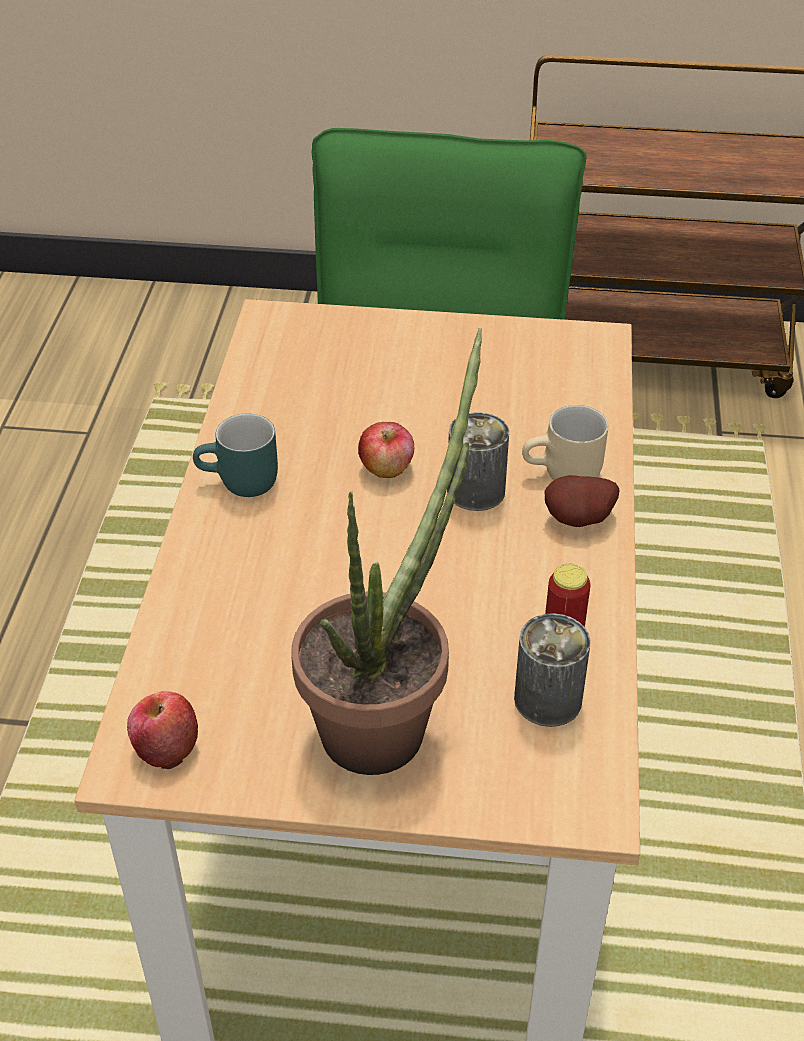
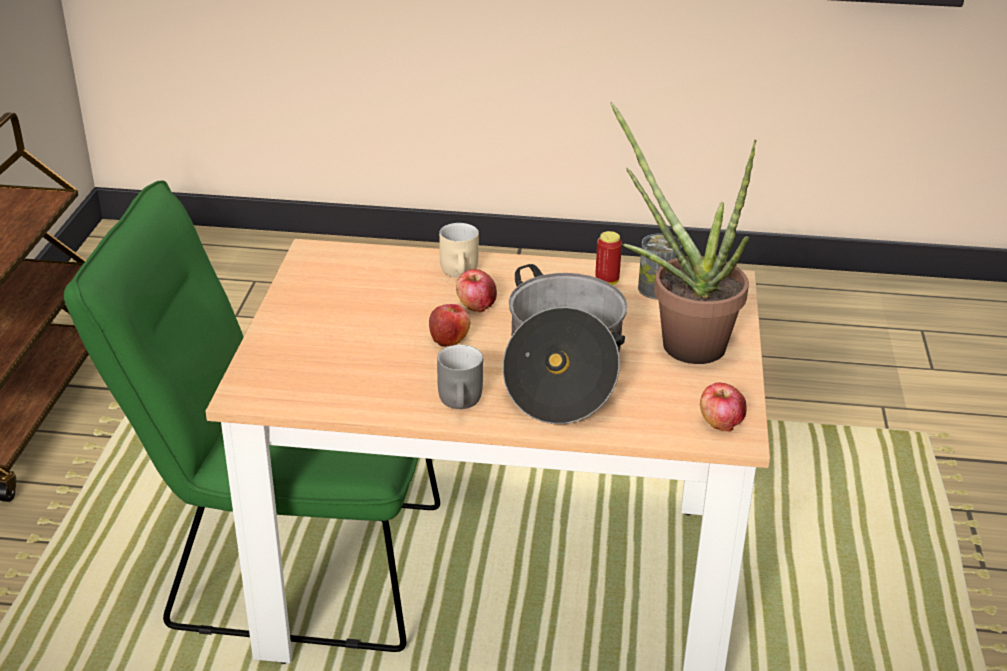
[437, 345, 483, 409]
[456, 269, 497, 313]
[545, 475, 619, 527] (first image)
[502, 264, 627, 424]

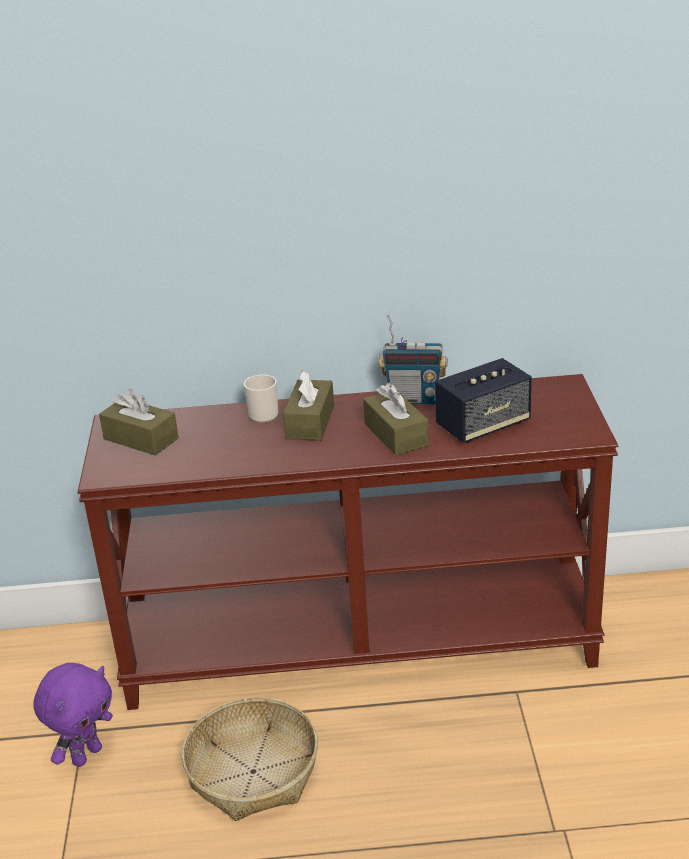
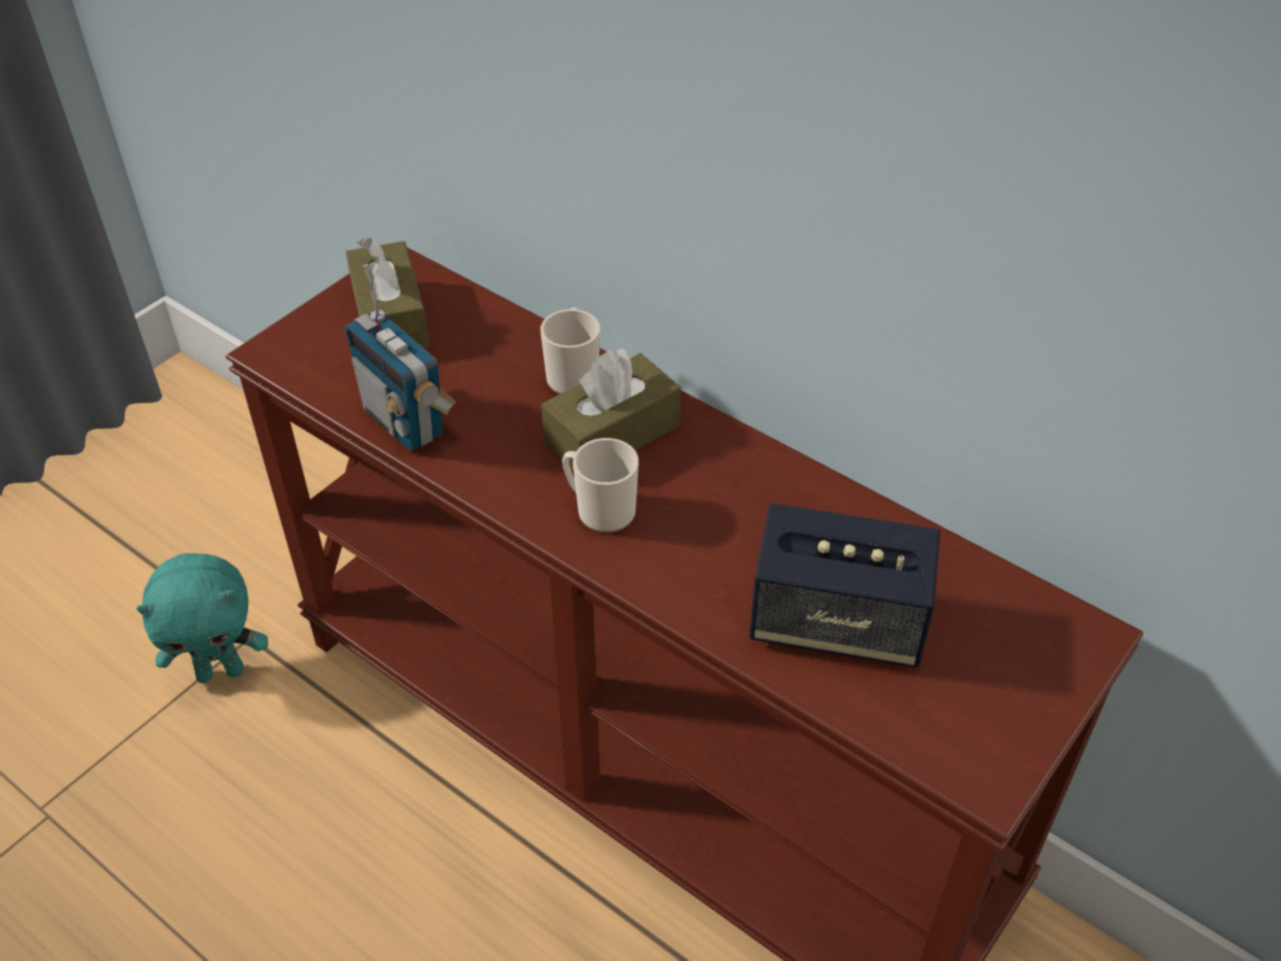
[136, 553, 268, 683]
[182, 697, 318, 821] (first image)
[363, 383, 429, 456] (first image)
[344, 264, 456, 451]
[562, 438, 639, 533]

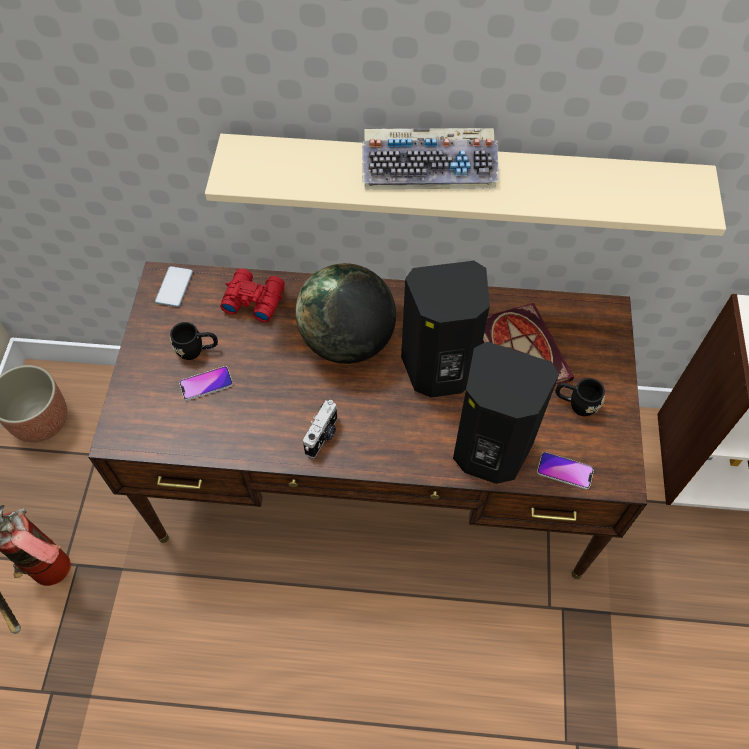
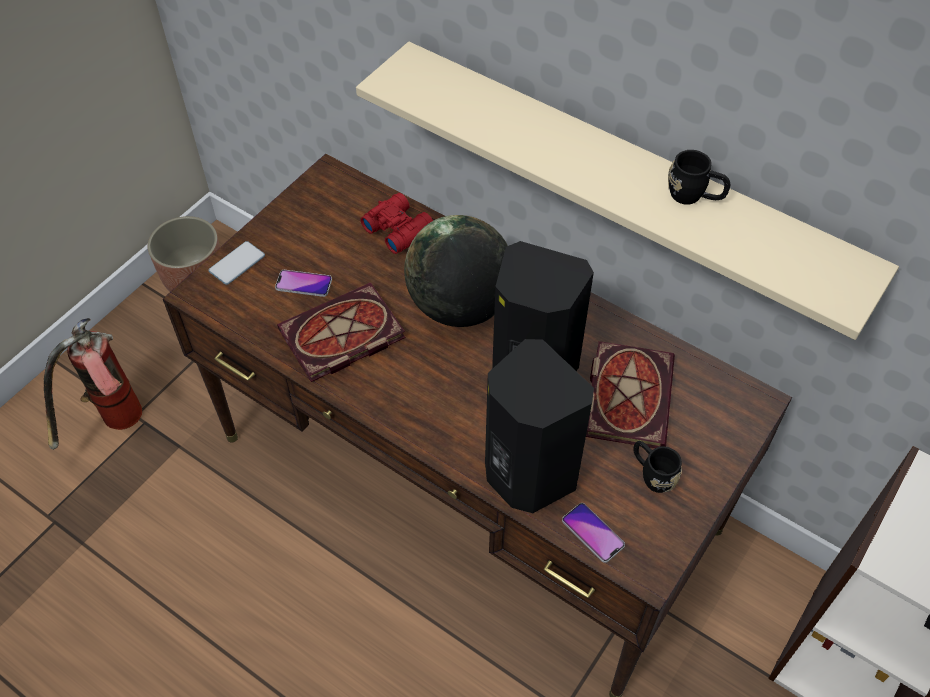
[208, 241, 265, 285]
[668, 150, 730, 205]
[303, 400, 337, 458] (first image)
[362, 128, 499, 189] (first image)
[277, 282, 405, 382]

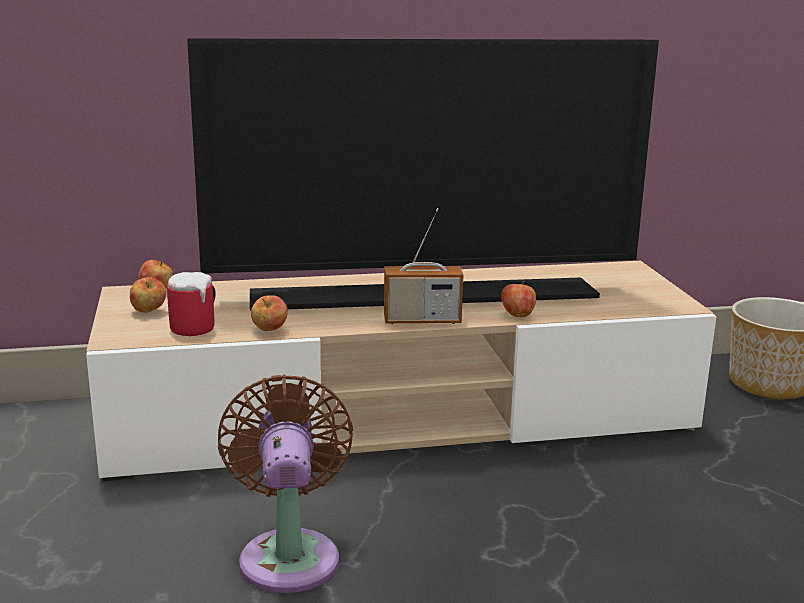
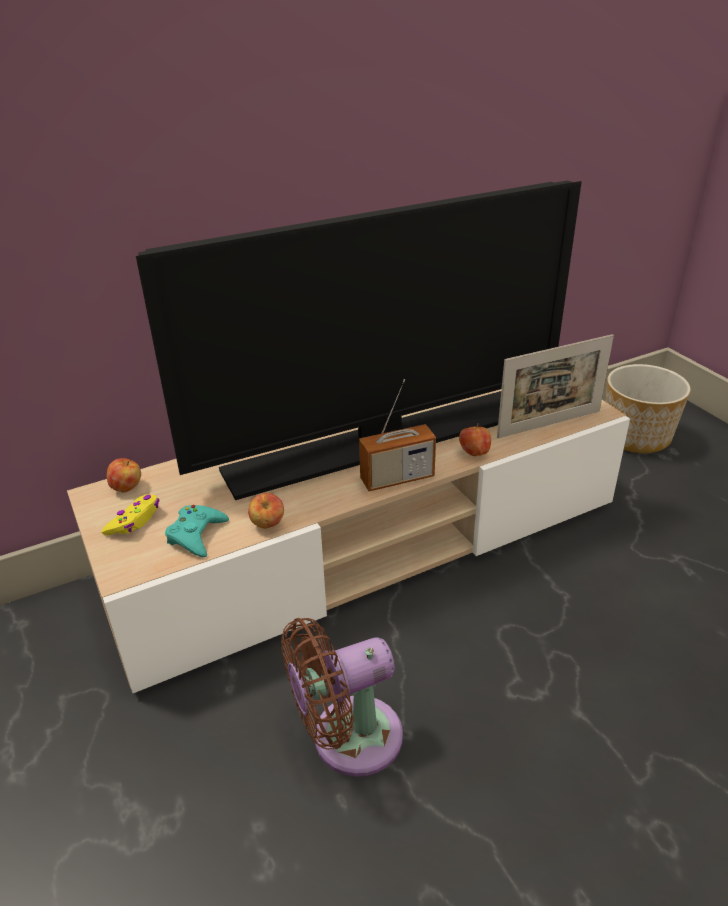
[101, 494, 159, 535]
[165, 505, 229, 557]
[281, 618, 403, 777]
[497, 334, 614, 438]

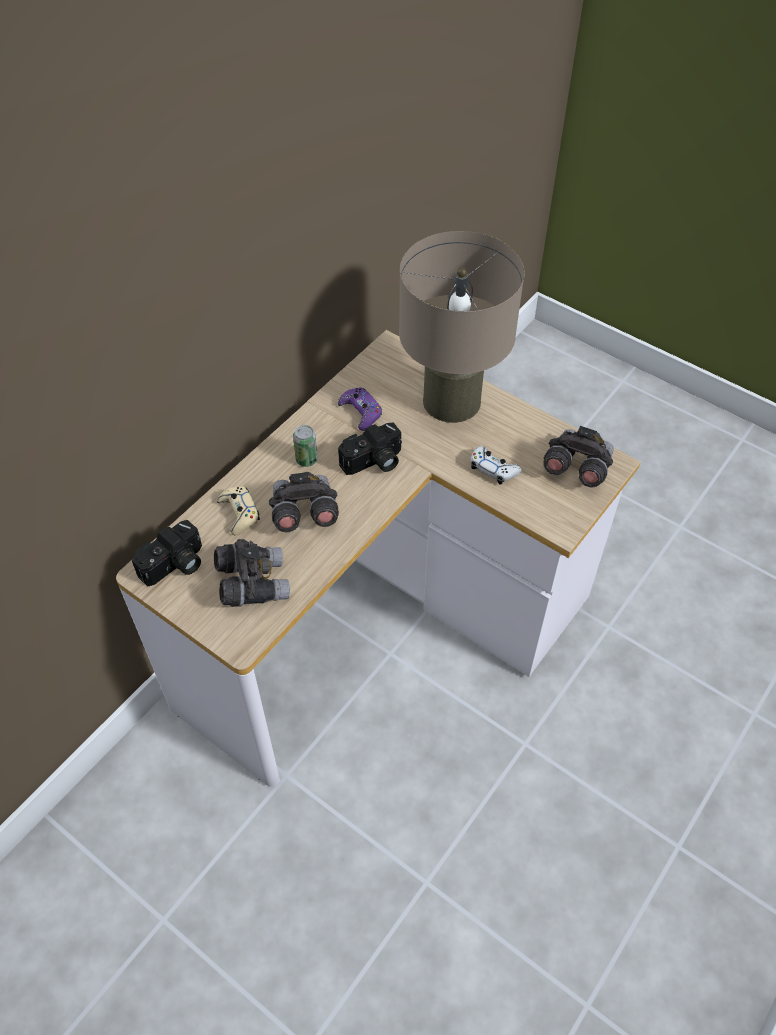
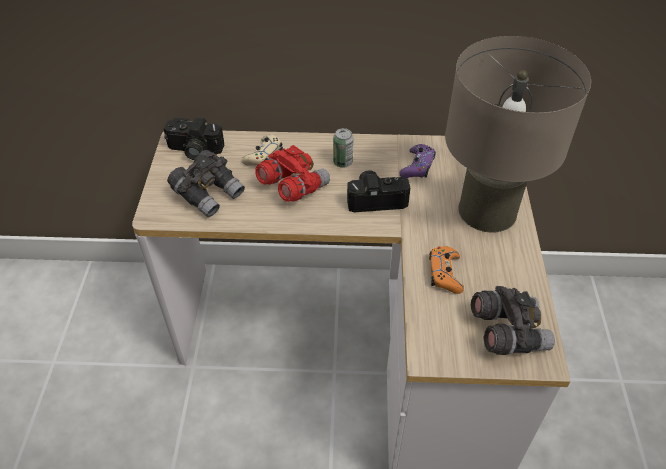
[255, 145, 330, 202]
[347, 170, 410, 212]
[429, 246, 464, 294]

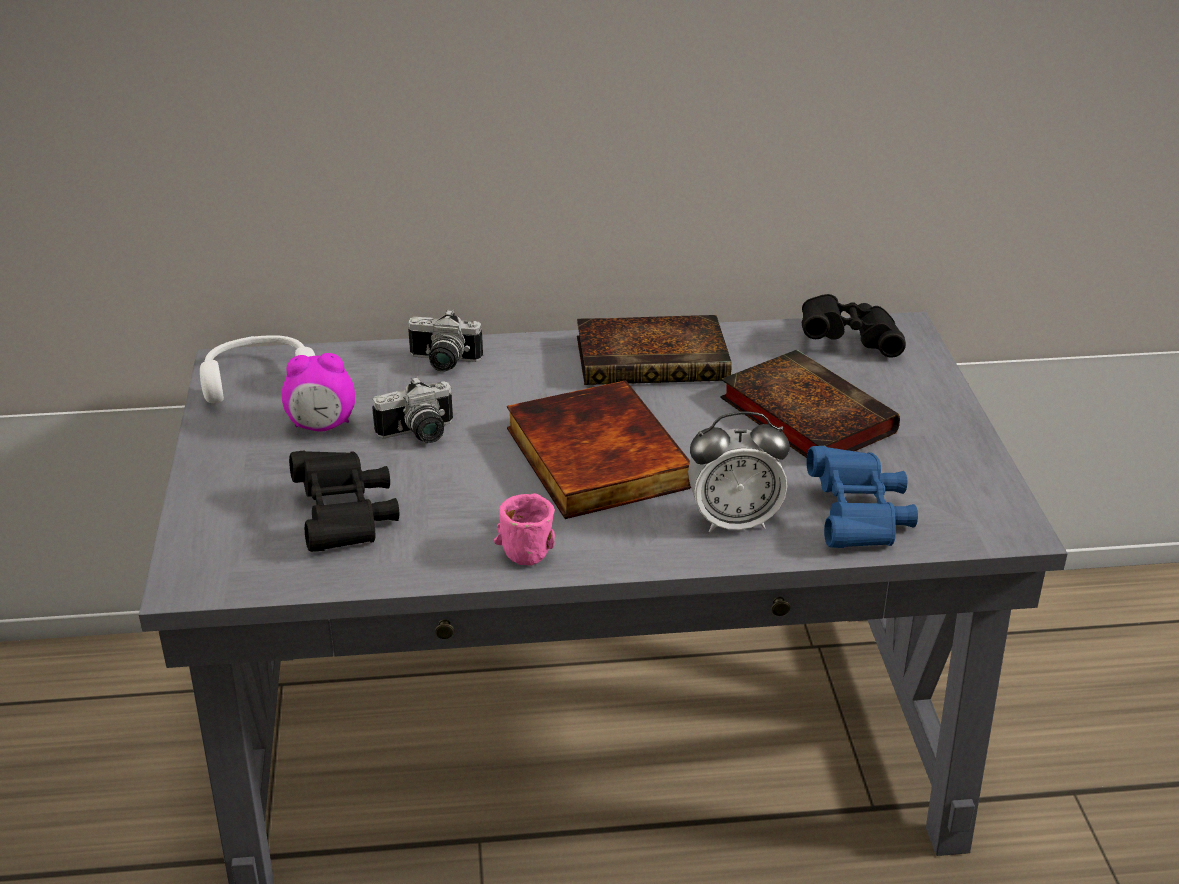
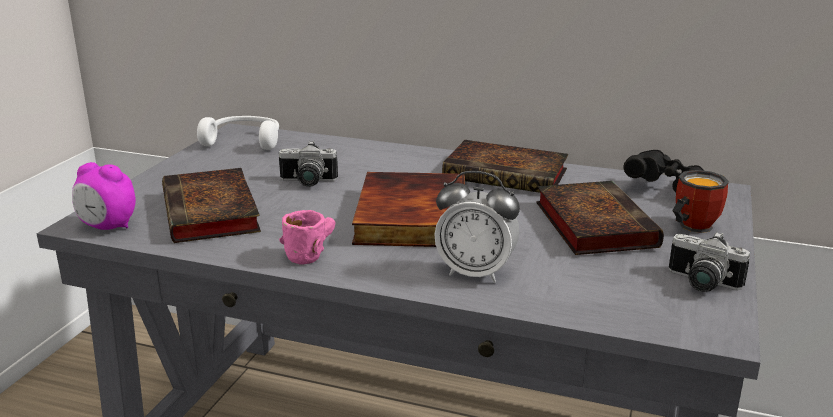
[72, 162, 136, 230]
[162, 168, 261, 243]
[669, 232, 750, 292]
[806, 446, 918, 548] (first image)
[672, 170, 729, 233]

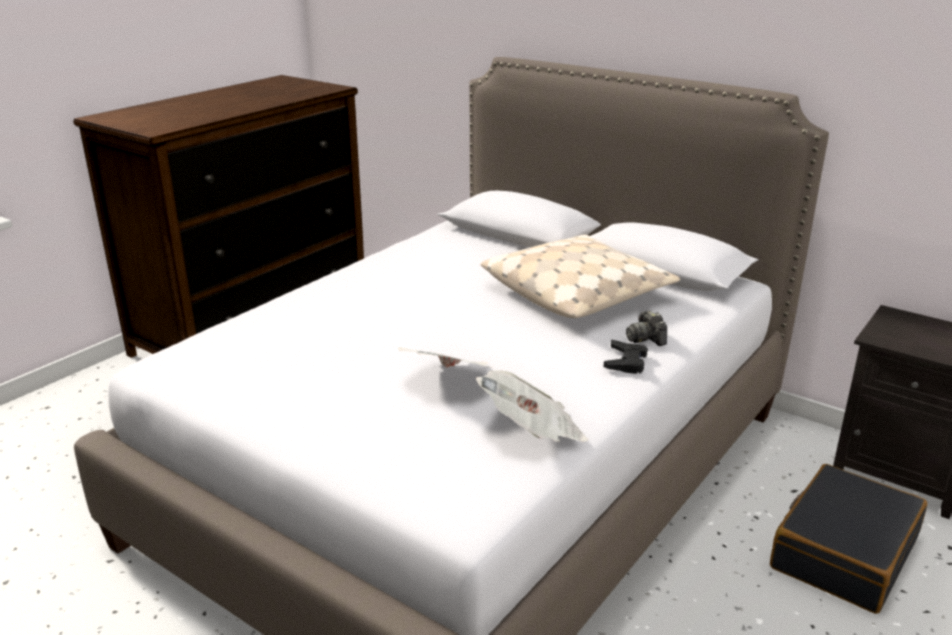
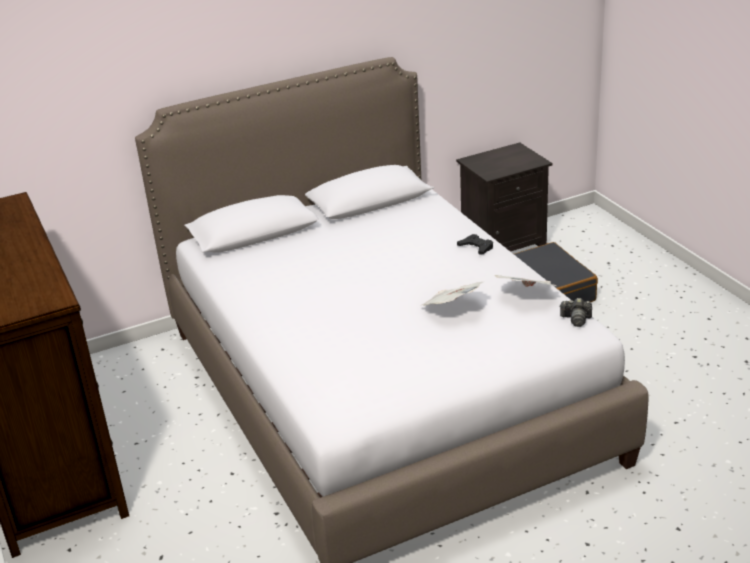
[480, 235, 680, 318] (first image)
[559, 298, 592, 327]

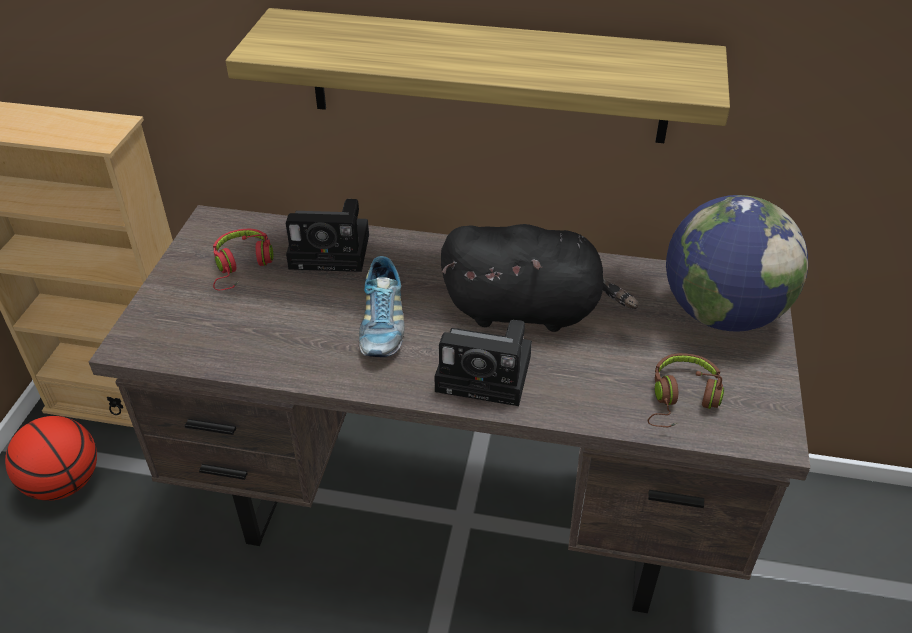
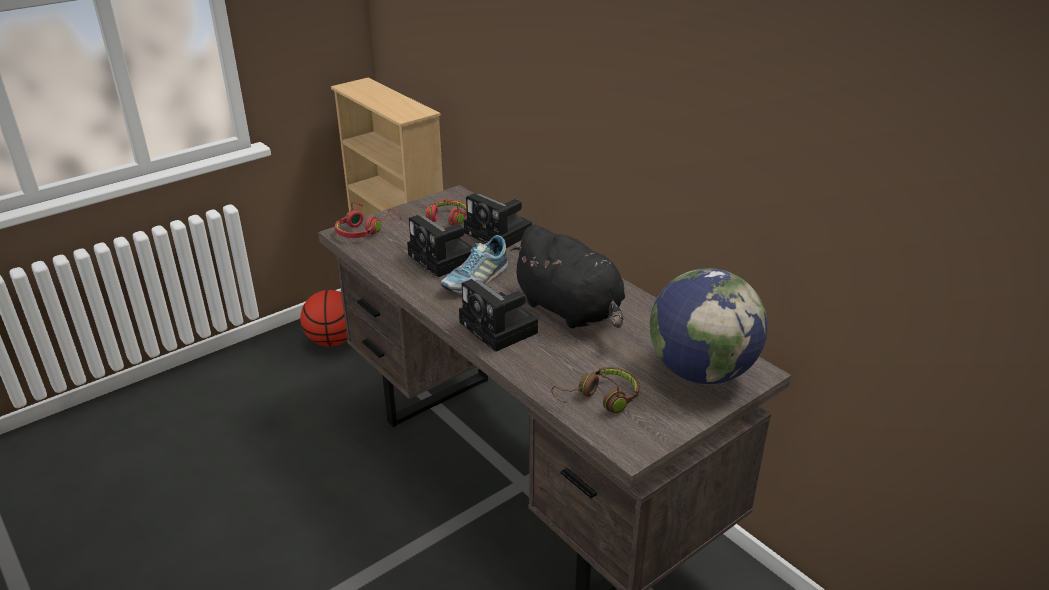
[226, 8, 730, 143] (first image)
[335, 202, 401, 238]
[407, 215, 473, 277]

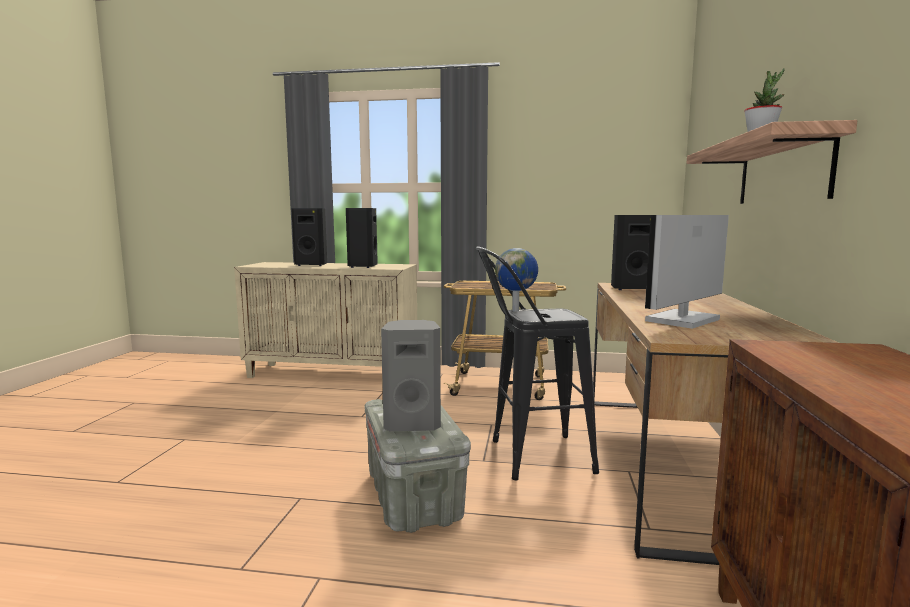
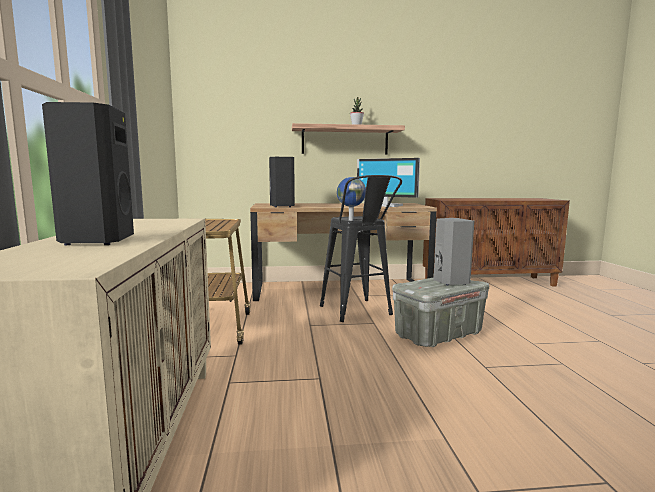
[346, 208, 378, 268] (first image)

